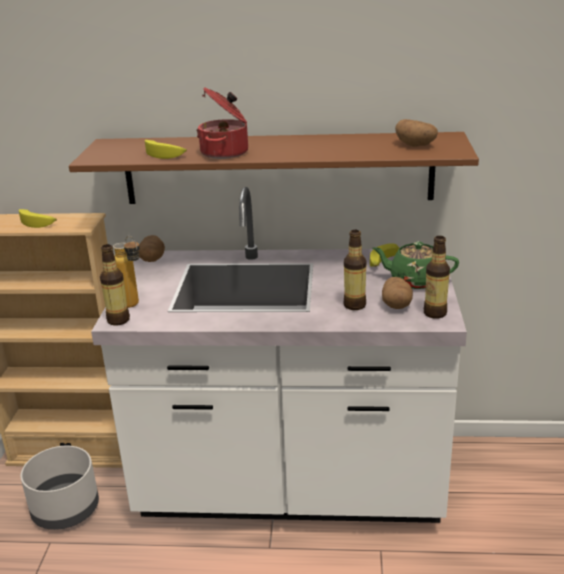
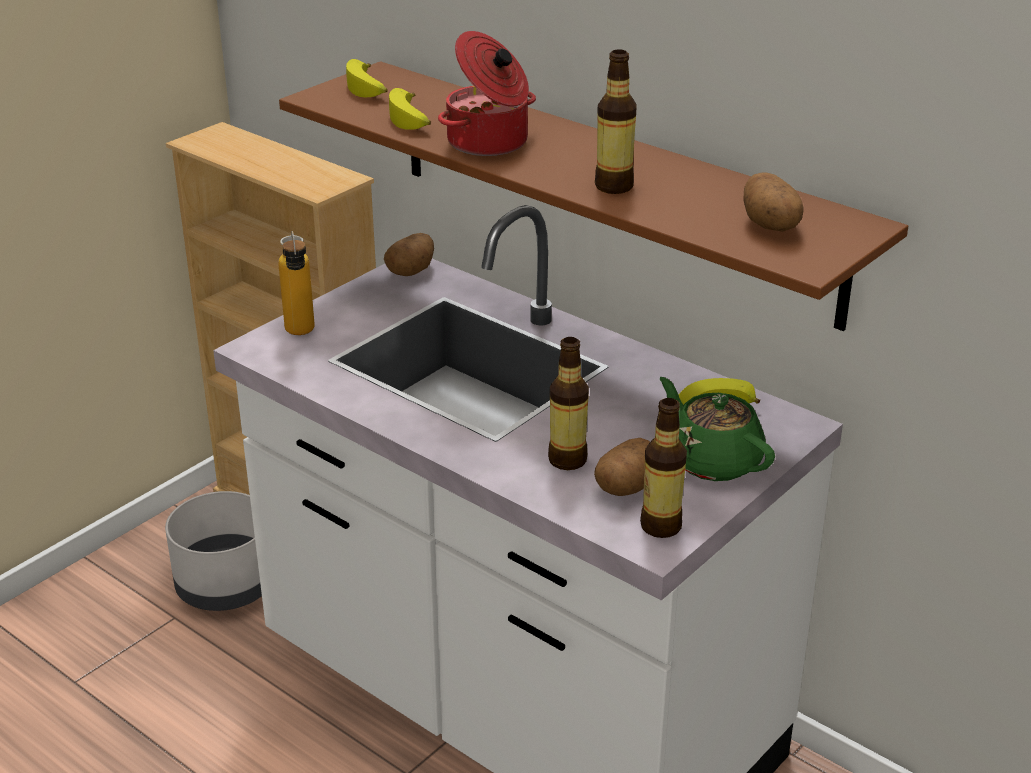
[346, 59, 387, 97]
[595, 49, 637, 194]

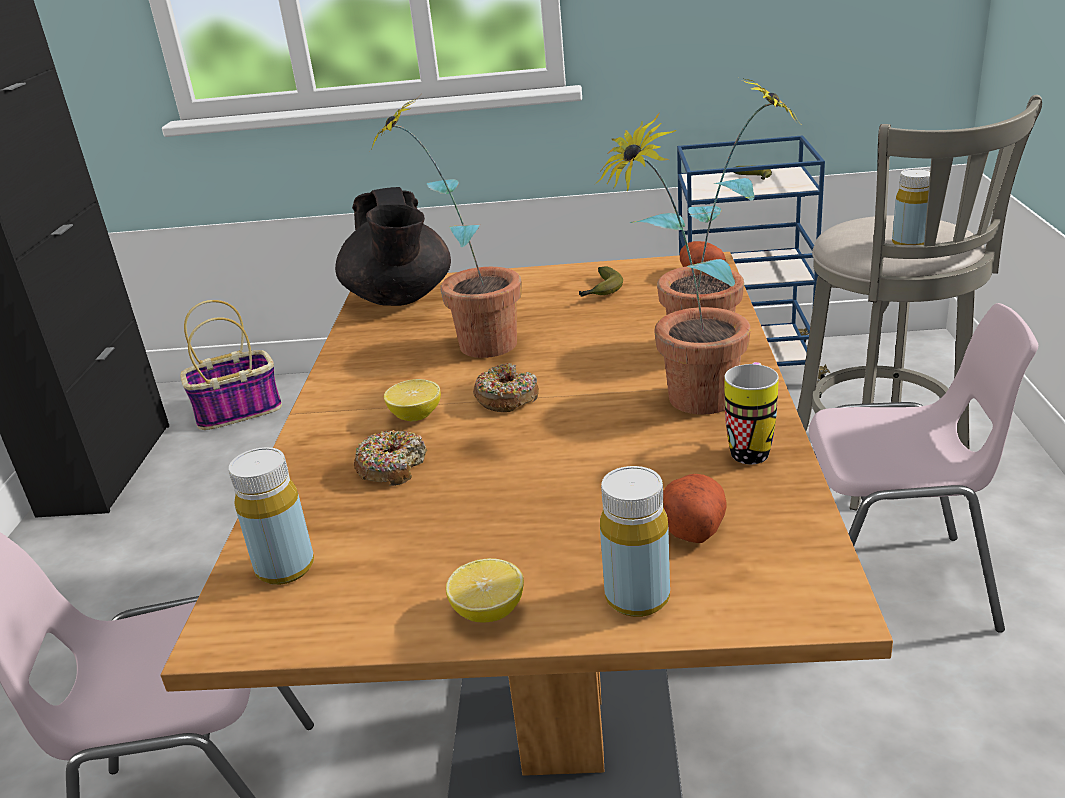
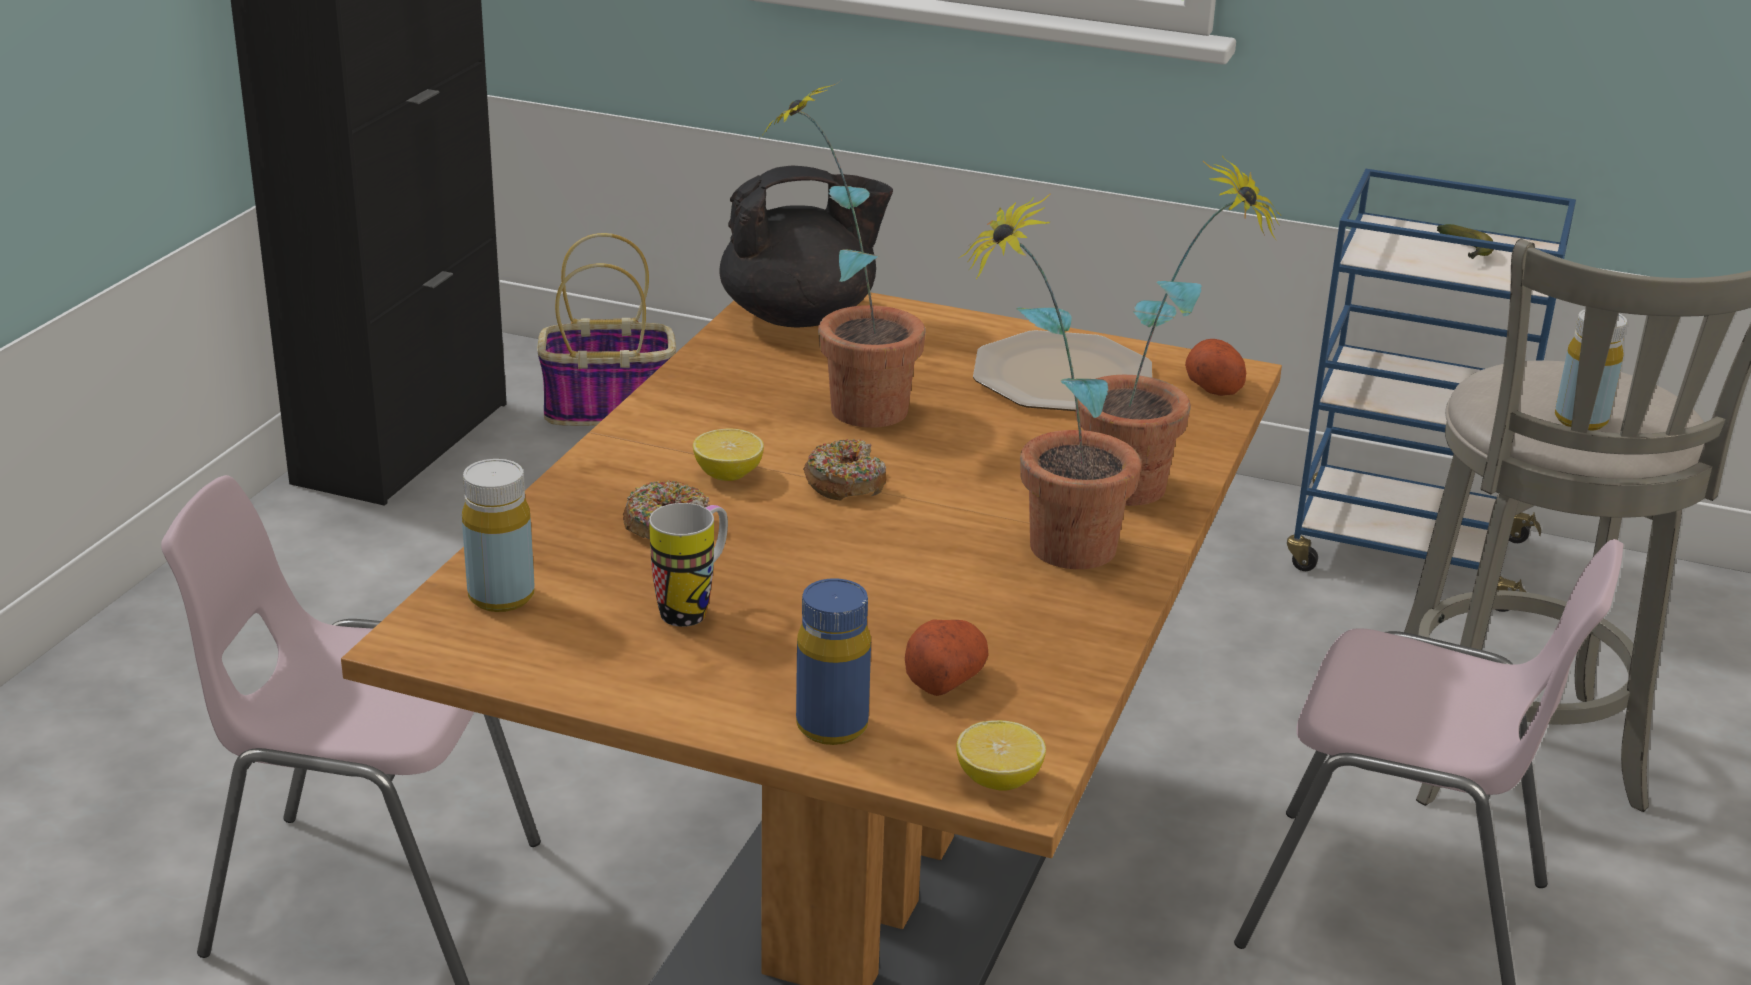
[719, 165, 893, 328]
[956, 720, 1046, 791]
[973, 330, 1152, 411]
[796, 578, 871, 745]
[649, 503, 728, 627]

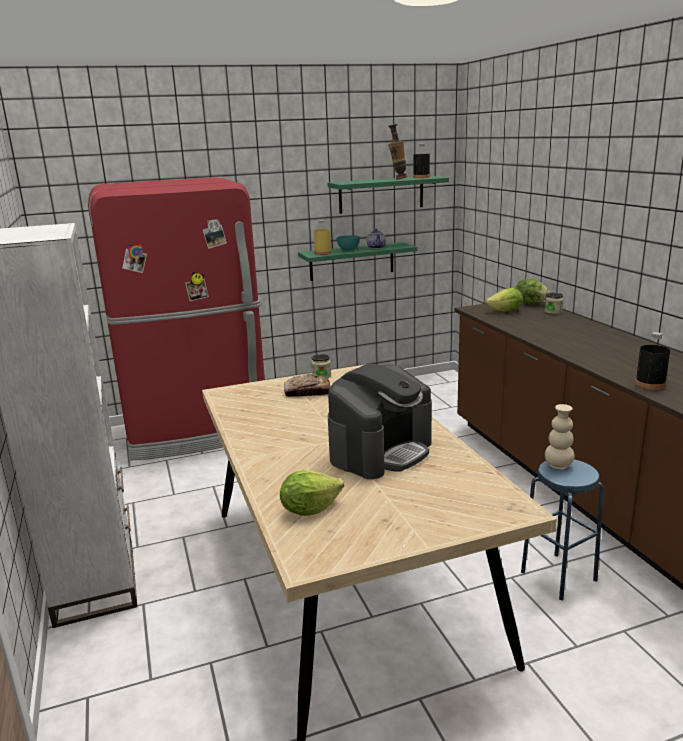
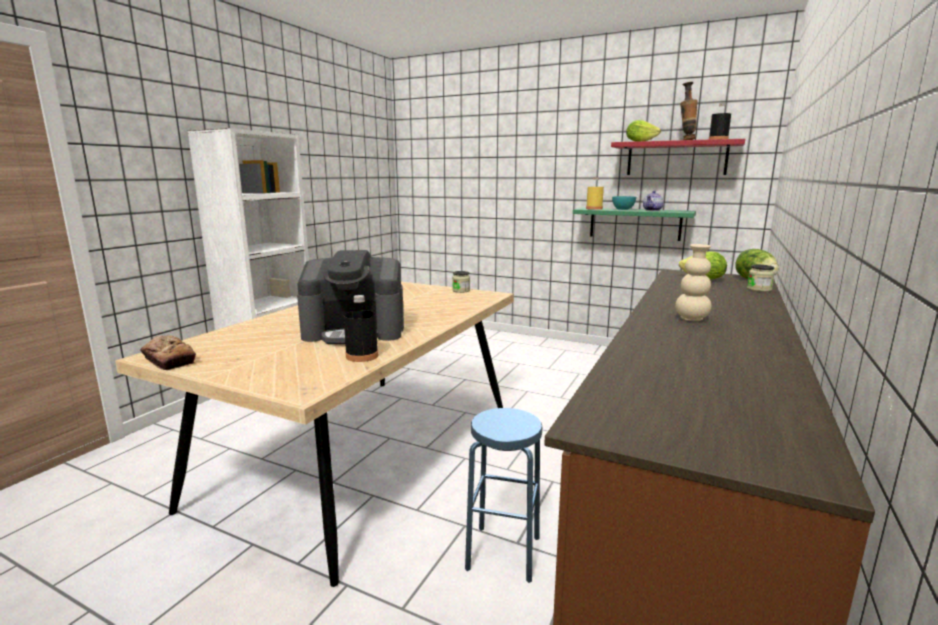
[88, 177, 265, 461] (first image)
[626, 120, 661, 141]
[140, 335, 196, 370]
[611, 139, 745, 175]
[675, 244, 711, 321]
[344, 295, 378, 362]

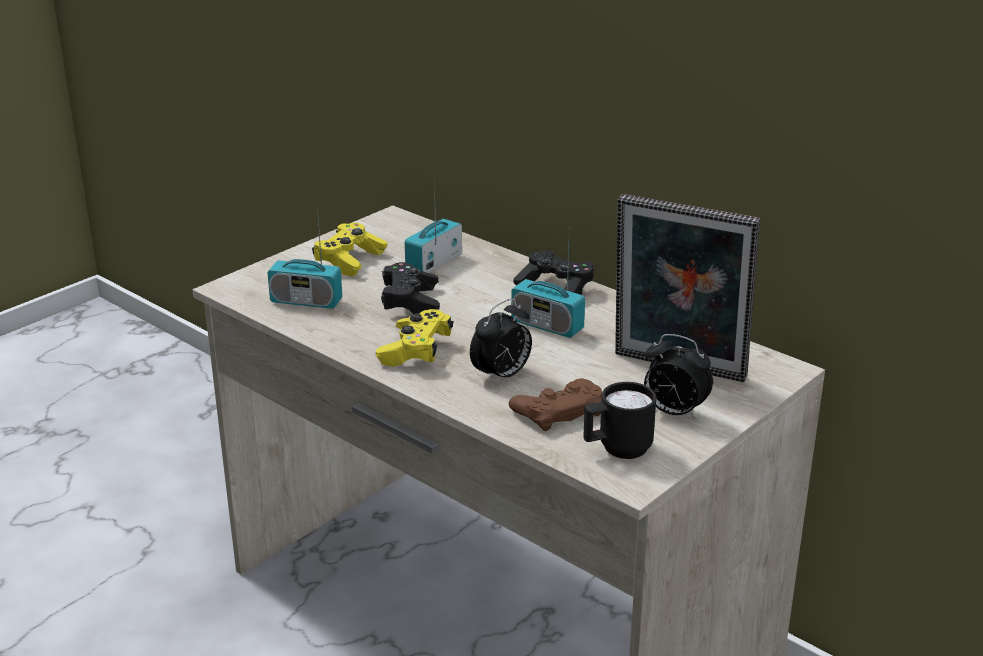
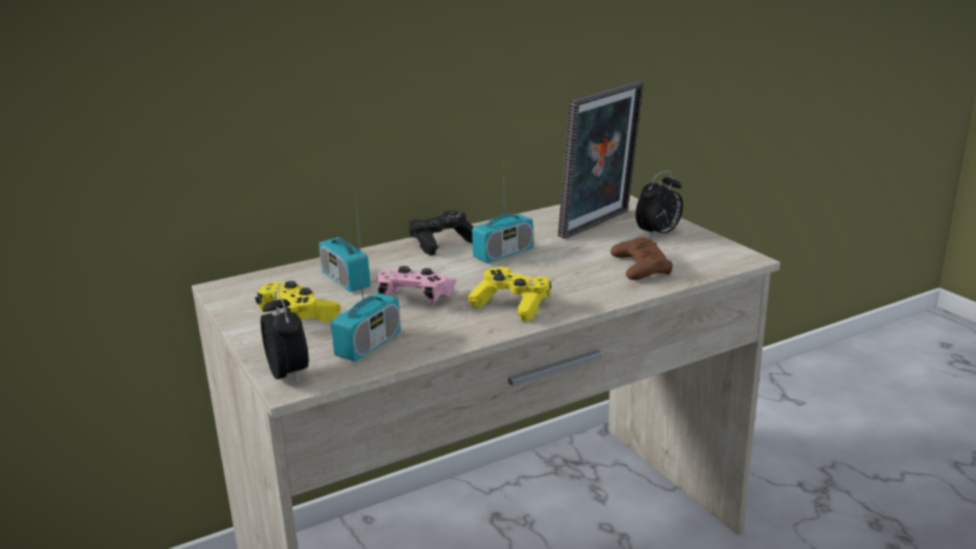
[377, 266, 457, 305]
[261, 291, 309, 384]
[583, 382, 657, 459] (first image)

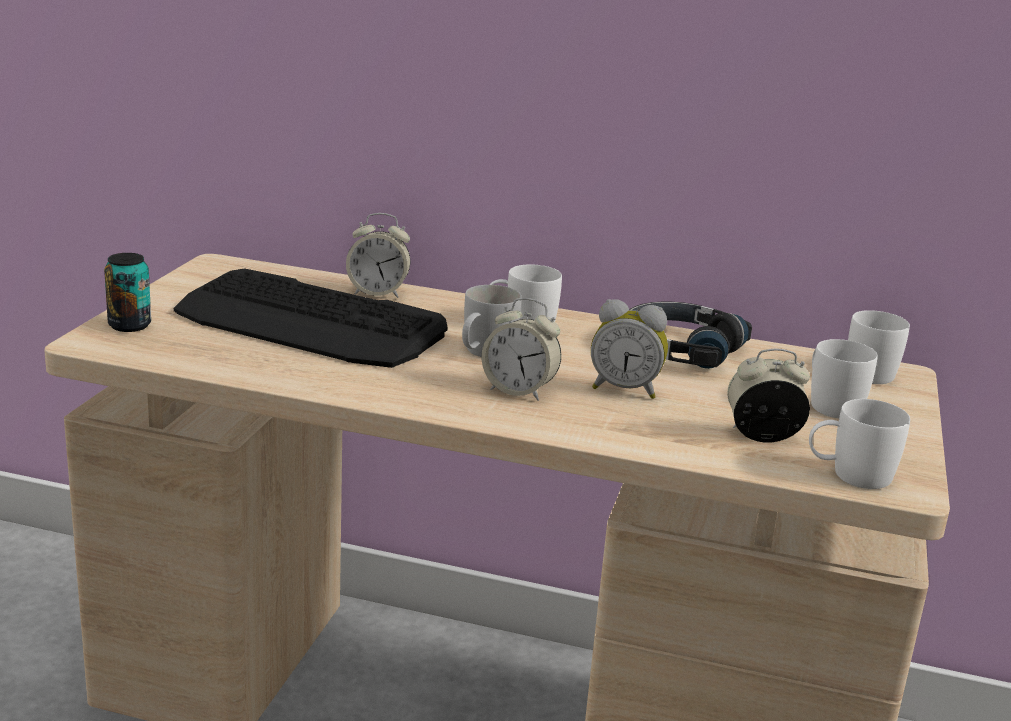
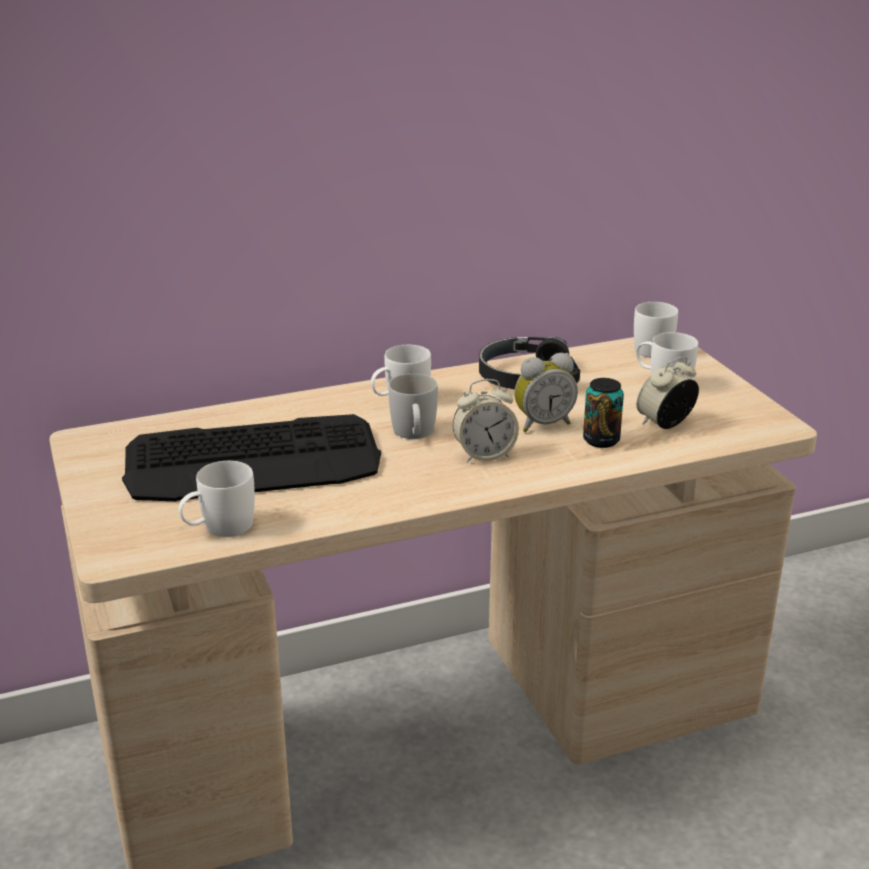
[583, 378, 624, 448]
[346, 213, 410, 298] (first image)
[179, 461, 255, 537]

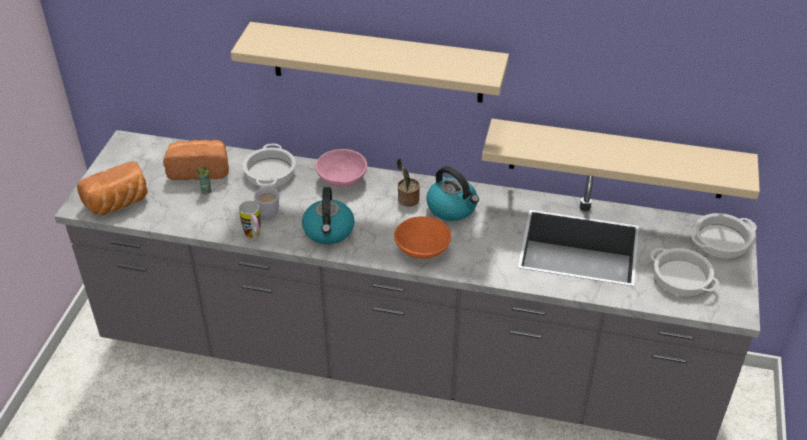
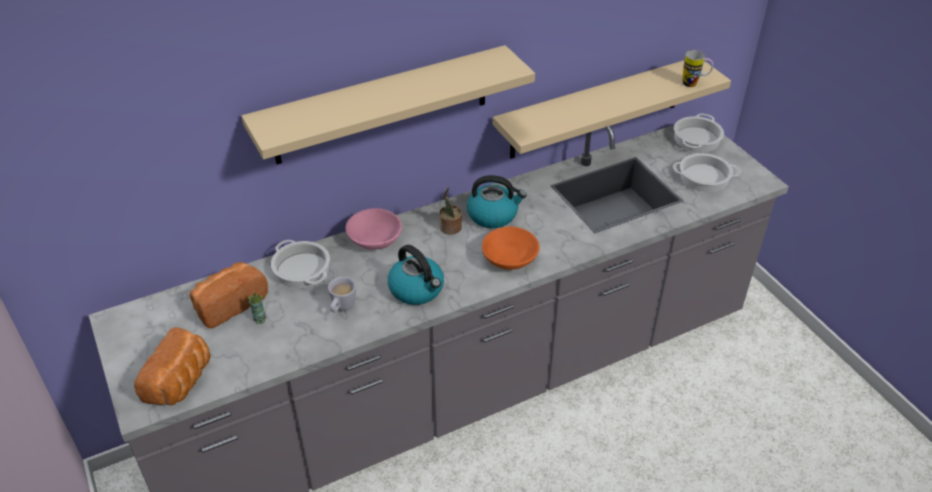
[683, 50, 713, 87]

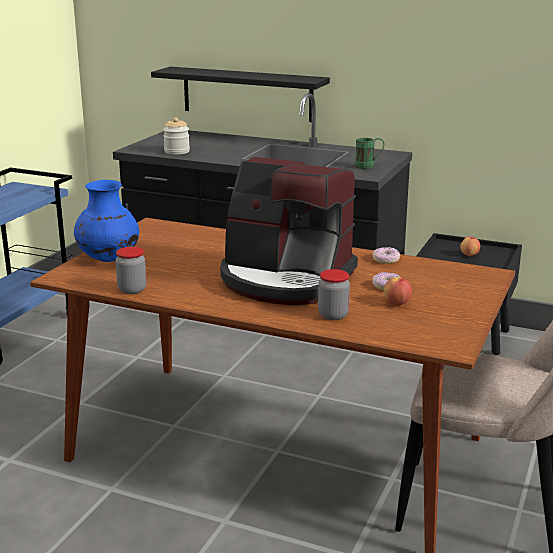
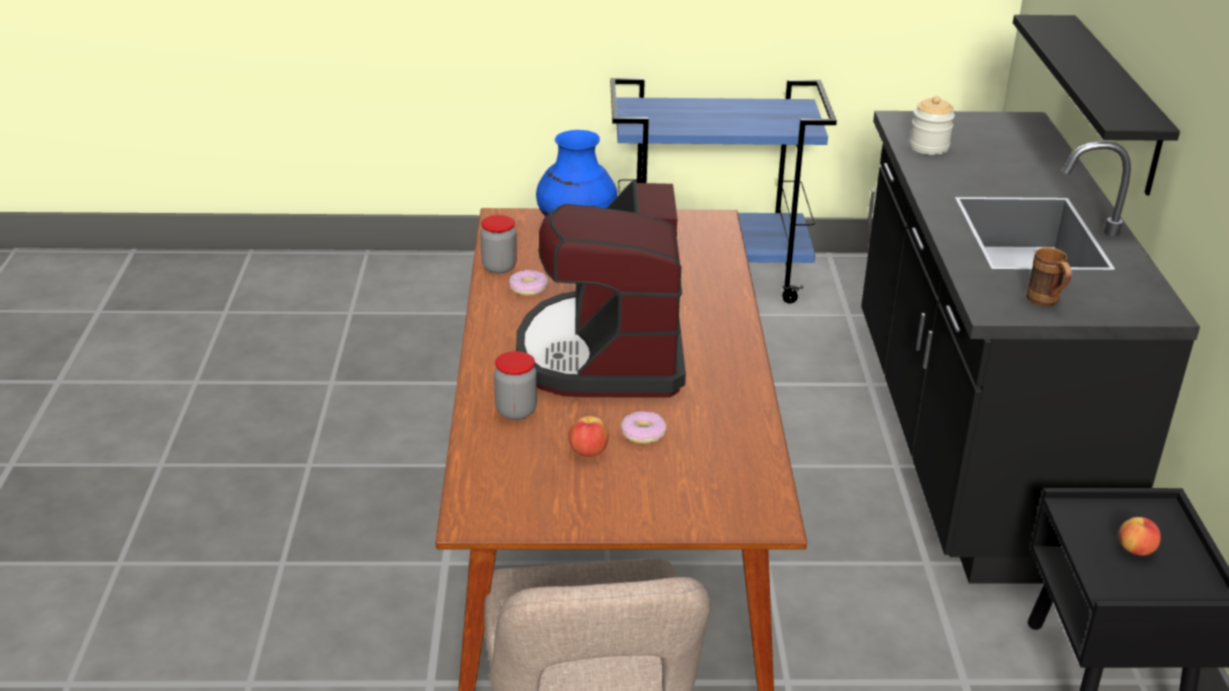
[1026, 247, 1072, 307]
[509, 270, 548, 296]

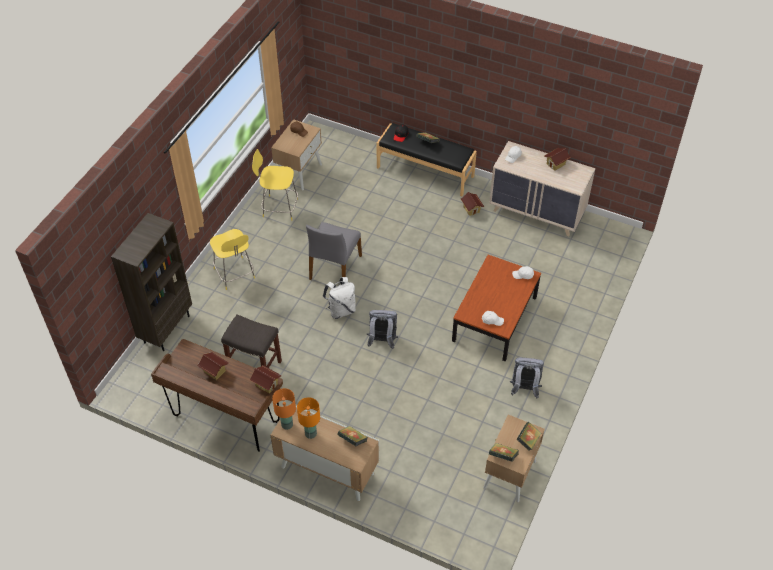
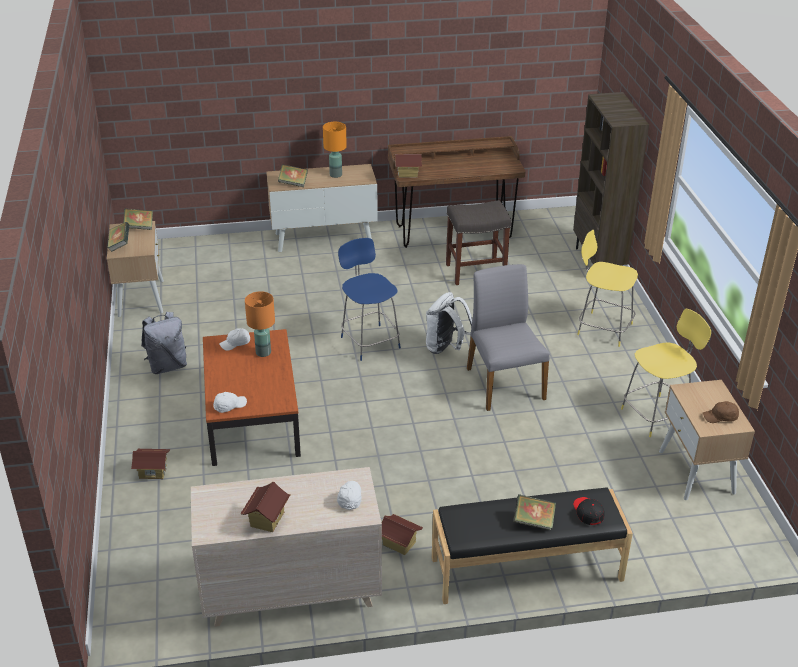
[131, 449, 170, 479]
[245, 291, 275, 357]
[338, 238, 401, 361]

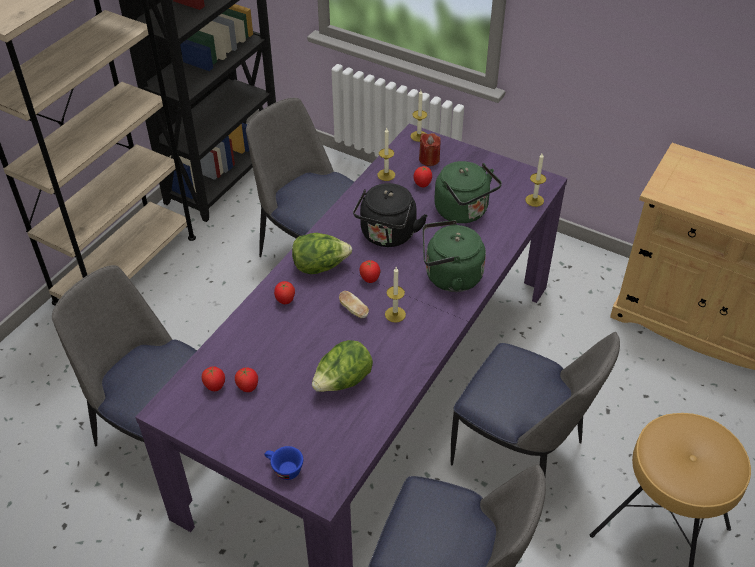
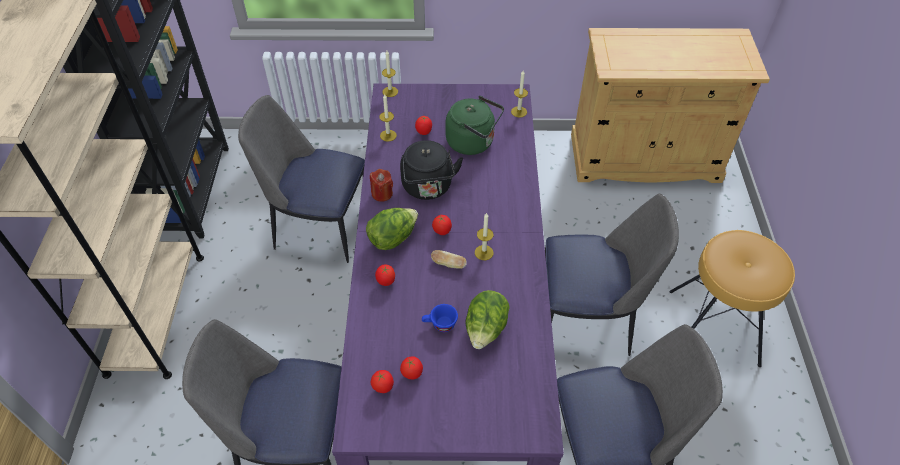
[422, 304, 458, 332]
[370, 169, 393, 202]
[423, 220, 486, 292] (first image)

